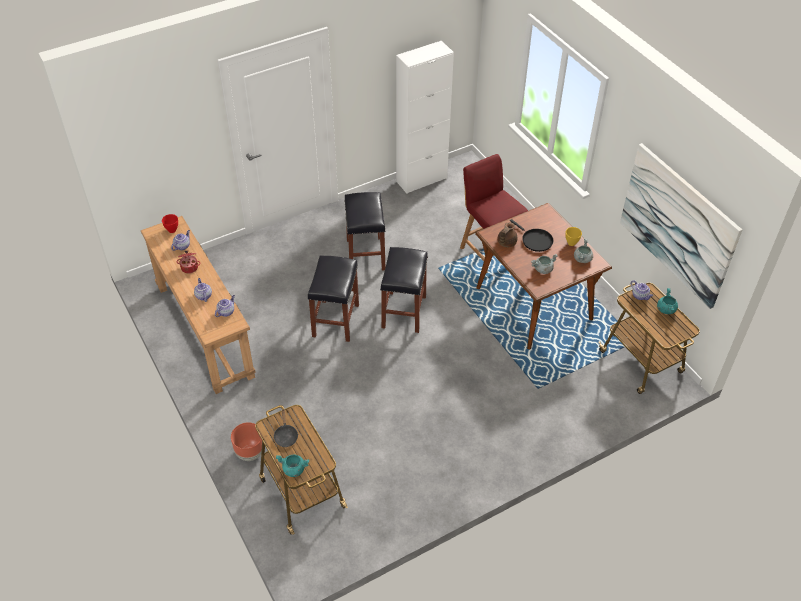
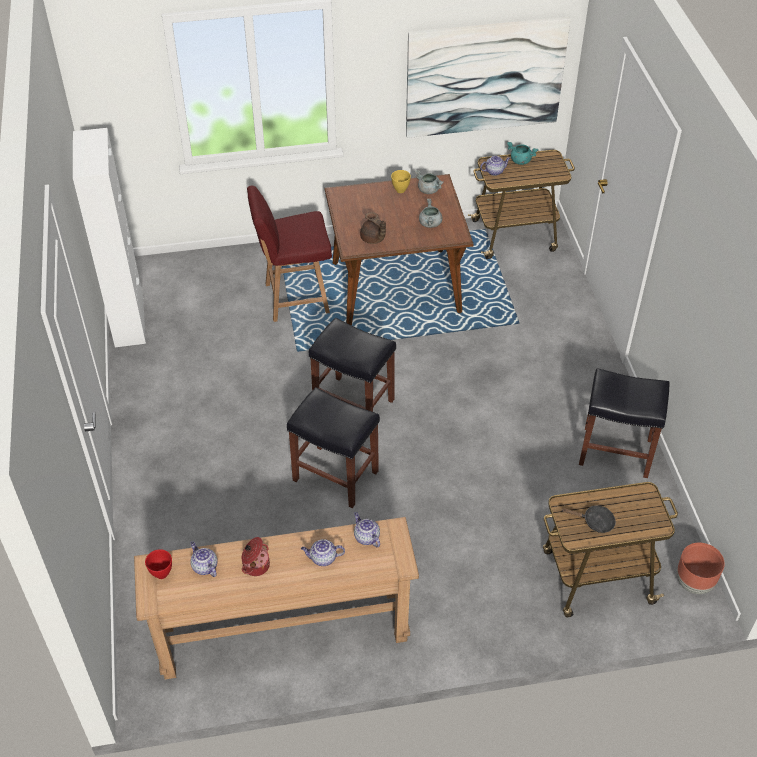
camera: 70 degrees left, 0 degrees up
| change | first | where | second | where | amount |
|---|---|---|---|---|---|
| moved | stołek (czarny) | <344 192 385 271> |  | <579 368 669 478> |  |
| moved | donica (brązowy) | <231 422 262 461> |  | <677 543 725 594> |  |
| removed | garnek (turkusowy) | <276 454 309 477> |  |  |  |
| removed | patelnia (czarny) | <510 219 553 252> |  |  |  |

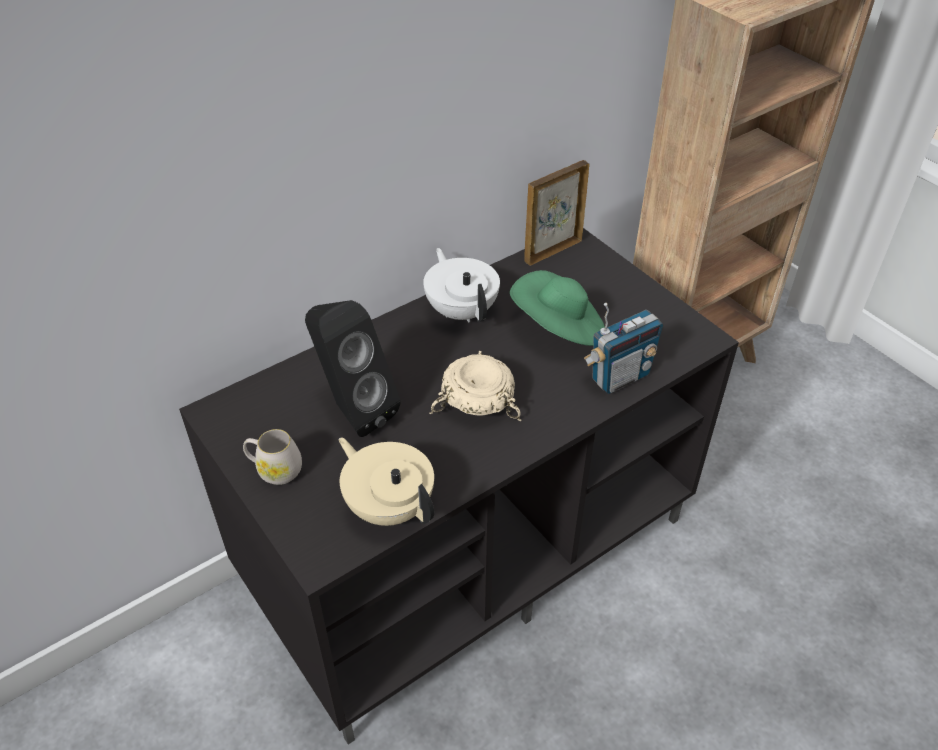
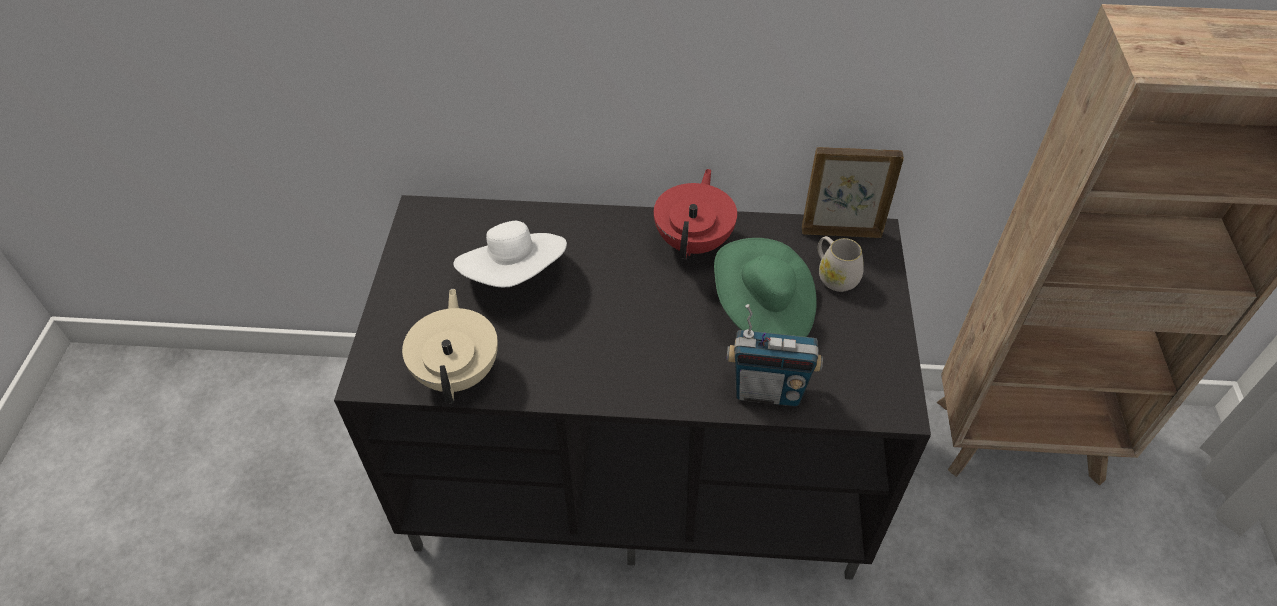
camera: 40 degrees right, 5 degrees up
| change | first | where | second | where | amount |
|---|---|---|---|---|---|
| replaced | głośnik (czarny) | <305 300 401 437> | kapelusz (biały) | <453 221 567 288> |  |
| recoloured | imbryk (biały) | <423 248 500 323> | imbryk (czerwony) | <654 169 737 260> |  |
| moved | kubek (biały) | <243 429 302 485> |  | <818 236 864 292> |  |
| removed | miska (beżowy) | <429 351 521 421> |  |  |  |

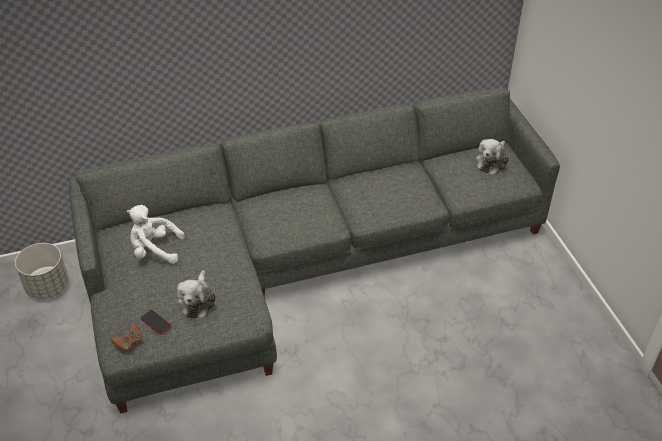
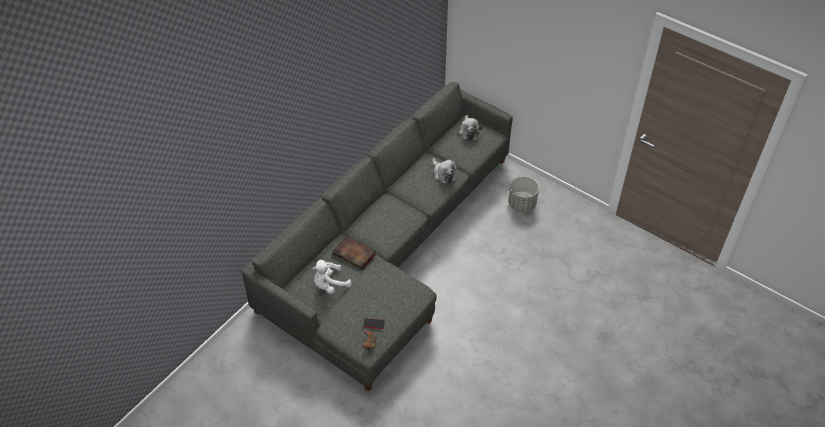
camera: 35 degrees left, 5 degrees up
| change | first | where | second | where | amount |
|---|---|---|---|---|---|
| added |  |  | książka | <332 235 376 270> |  |
| moved | pluszak | <177 270 216 318> |  | <432 158 457 184> |  |
| moved | donica (szary) | <15 243 68 299> |  | <508 176 539 213> |  |

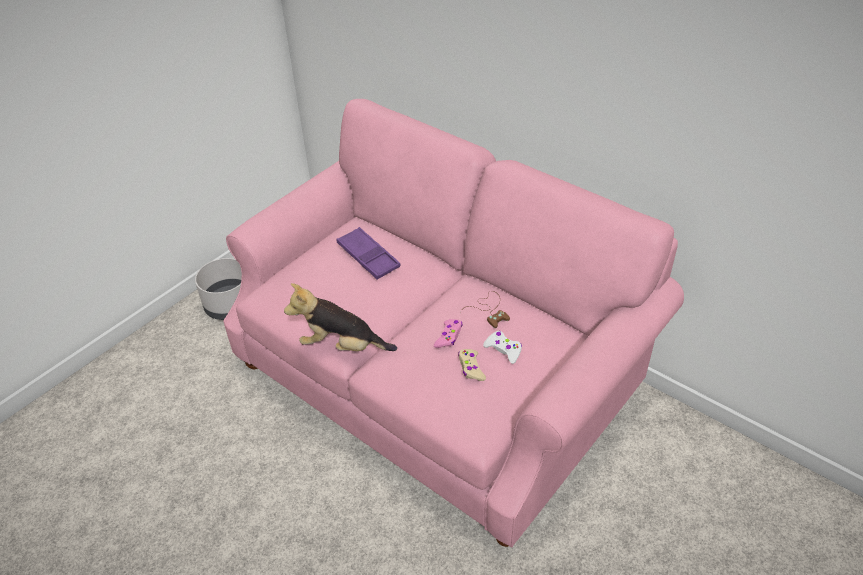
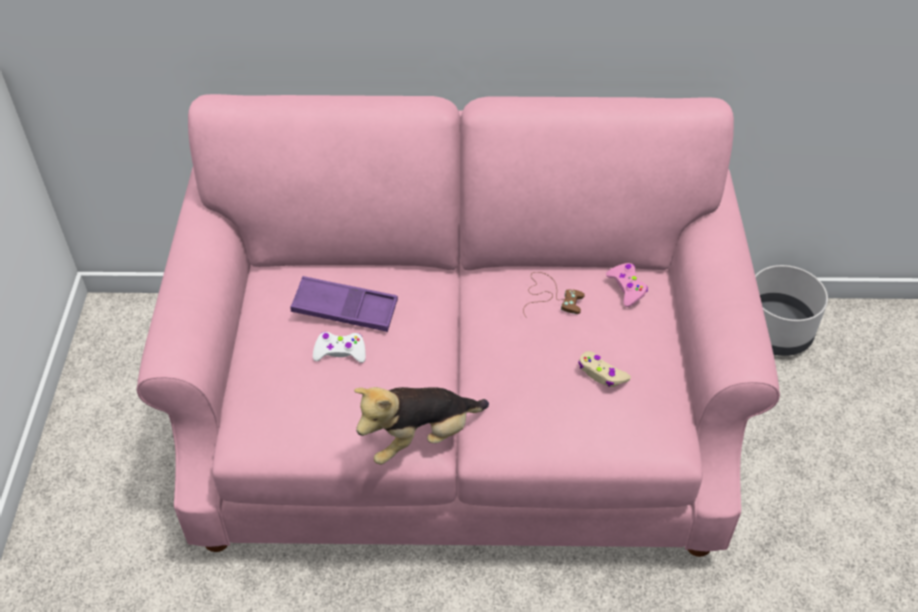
camera: 40 degrees left, 5 degrees up
| change | first | where | second | where | amount |
|---|---|---|---|---|---|
| moved | pad do gier (biały) | <483 331 522 364> |  | <313 332 366 363> |  |
| moved | pad do gier (różowy) | <434 319 463 348> |  | <606 263 648 307> |  |
| moved | donica (szary) | <195 258 242 320> |  | <755 265 828 356> |  |

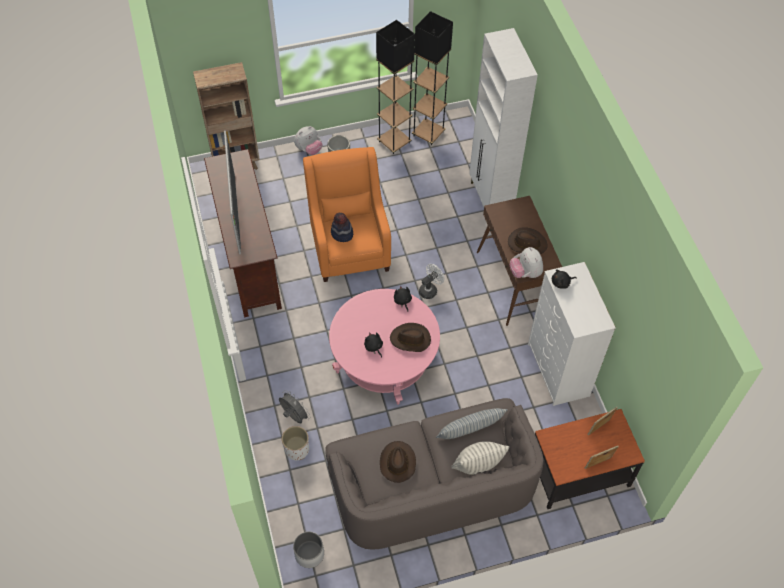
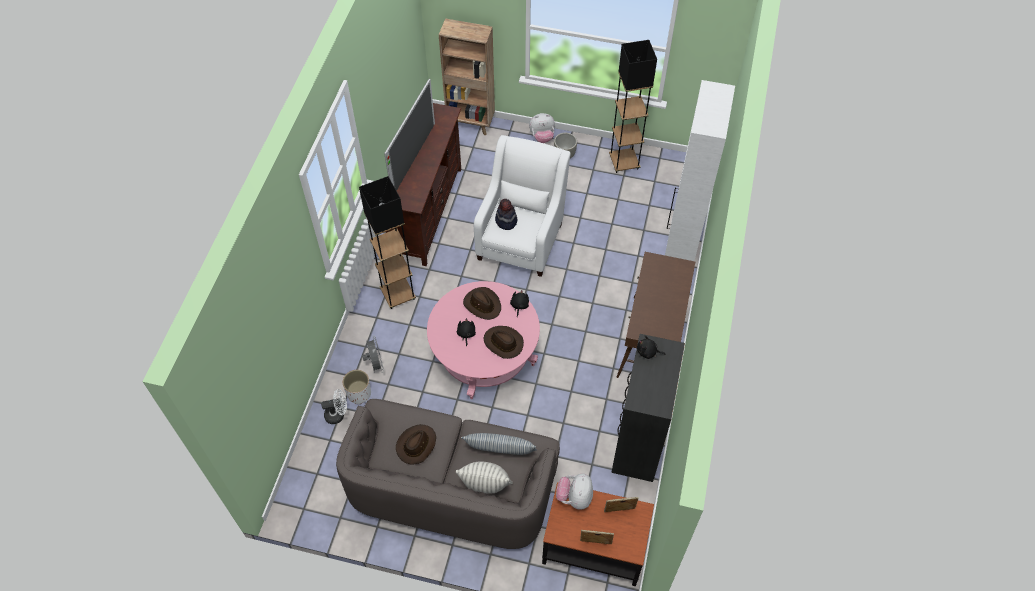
camera: 30 degrees right, 0 degrees up
| change | first | where | second | where | amount |
|---|---|---|---|---|---|
| moved | wentylator (biały) | <419 264 445 299> |  | <321 389 347 424> |  |
| moved | lampa stojąca (czarny) | <412 11 453 145> |  | <359 176 416 309> |  |
| moved | kapelusz (brązowy) | <508 227 548 254> |  | <463 287 501 320> |  |
| recoloured | fotel (pomarańczowy) | <303 147 391 282> | fotel (biały) | <474 135 570 277> |  |
| moved | pluszak | <510 247 543 278> |  | <556 474 593 510> |  |
| recoloured | komoda (biały) | <528 262 616 406> | komoda (czarny) | <611 334 685 482> |  |
| removed | donica (biały) | <293 531 324 568> |  |  |  |

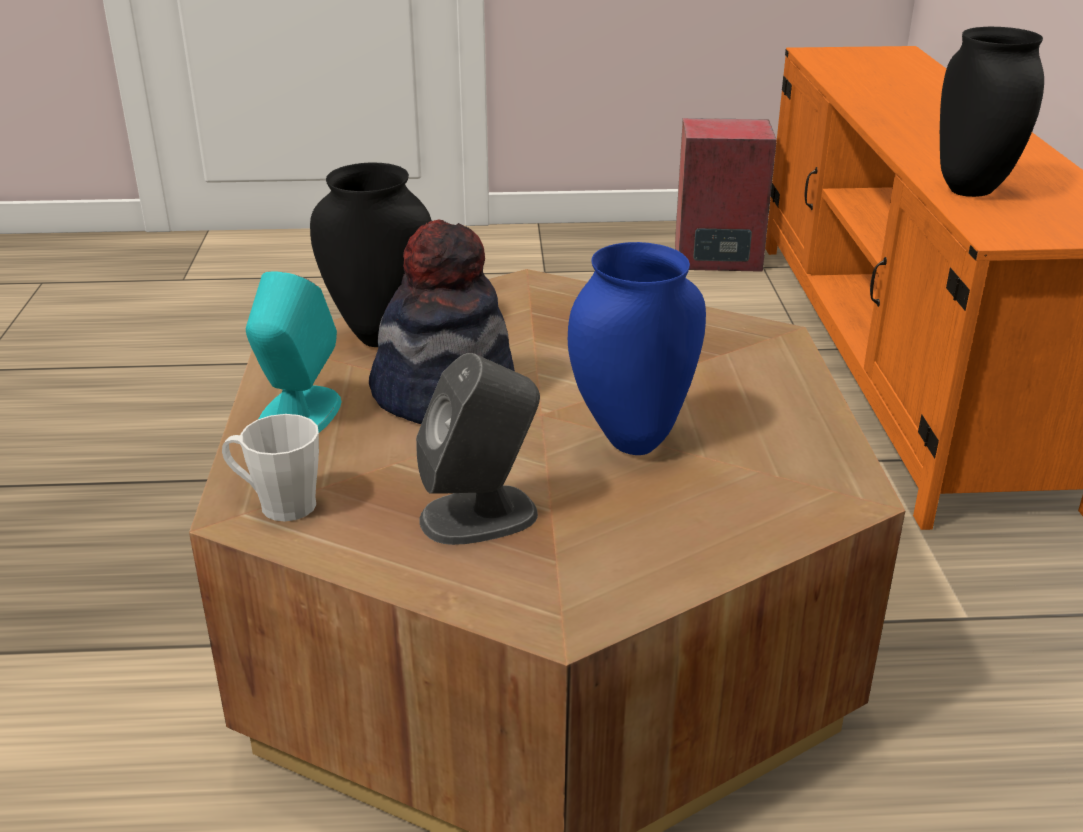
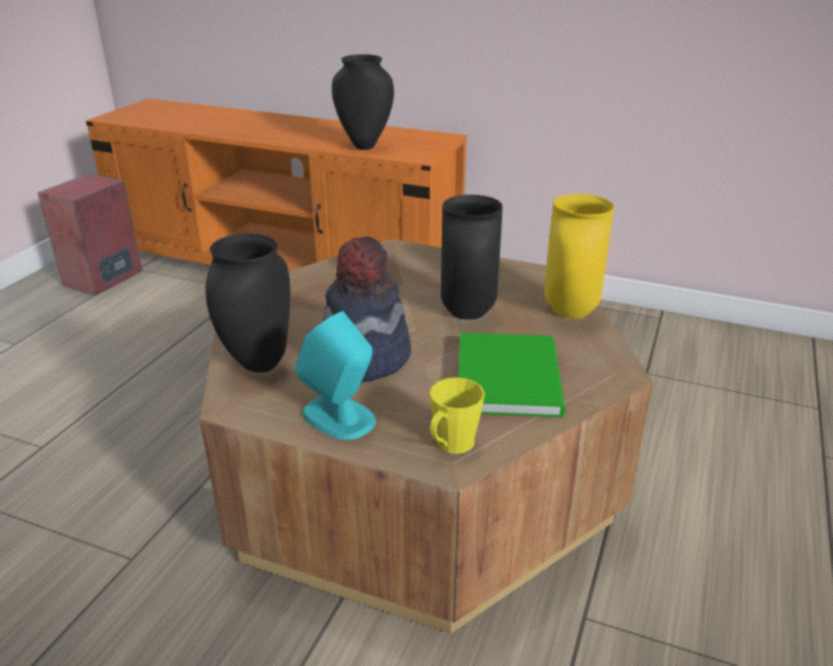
camera: 65 degrees left, 0 degrees up
| change | first | where | second | where | amount |
|---|---|---|---|---|---|
| recoloured | kubek (biały) | <222 414 319 522> | kubek (żółty) | <430 377 485 454> |  |
| recoloured | wazon (niebieski) | <568 242 706 455> | wazon (czarny) | <441 195 503 320> |  |
| replaced | głośnik (szary) | <416 353 540 545> | książka (zielony) | <459 333 565 417> |  |
| added |  |  | wazon (żółty) | <545 194 614 319> |  |

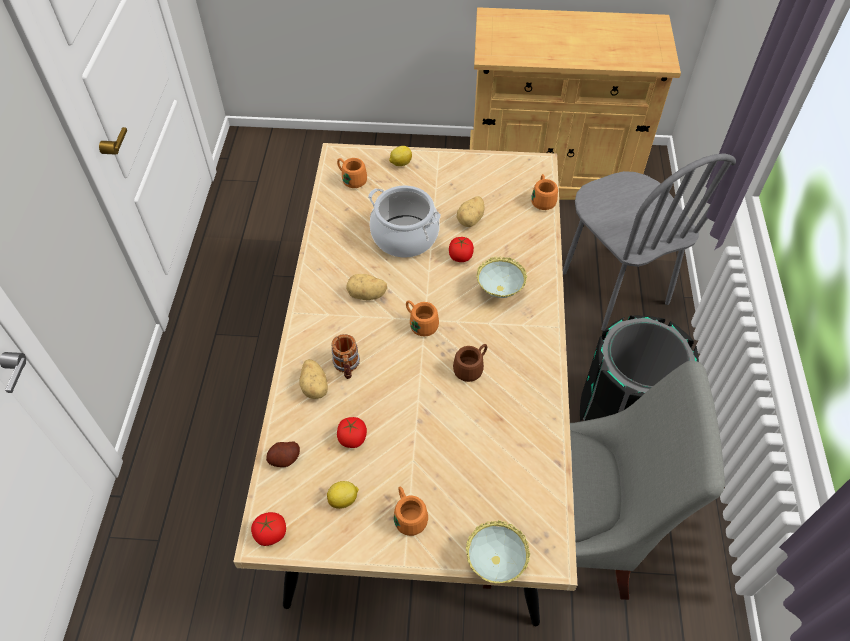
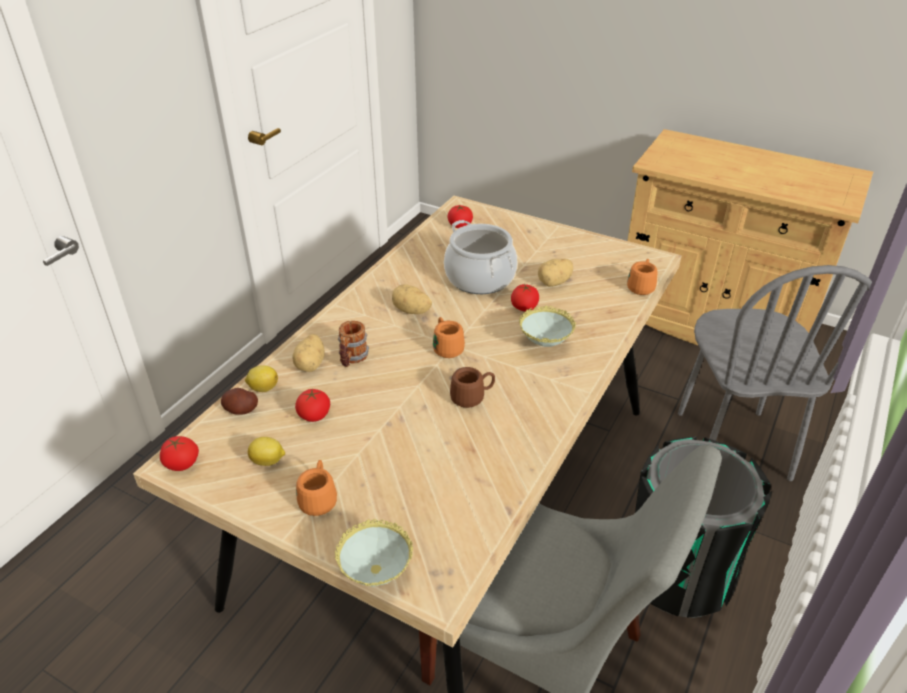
camera: 25 degrees right, 15 degrees down
| change | first | where | second | where | amount |
|---|---|---|---|---|---|
| moved | cytryna | <389 146 412 166> |  | <245 365 278 392> |  |
| replaced | kubek (pomarańczowy) | <337 158 367 188> | pomidor | <448 205 473 228> |  |

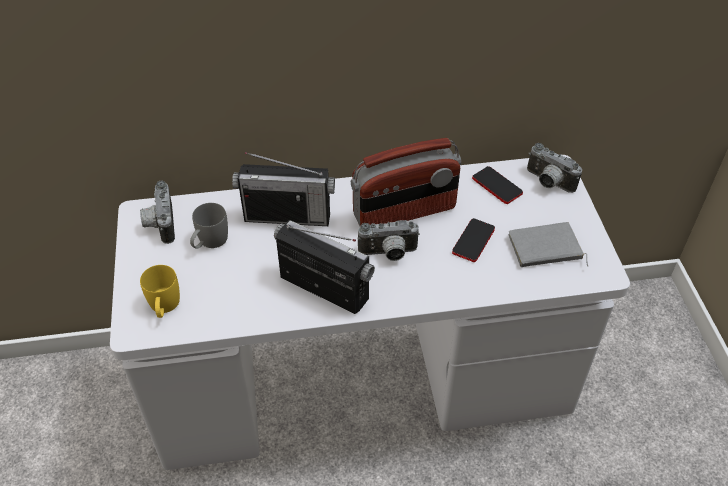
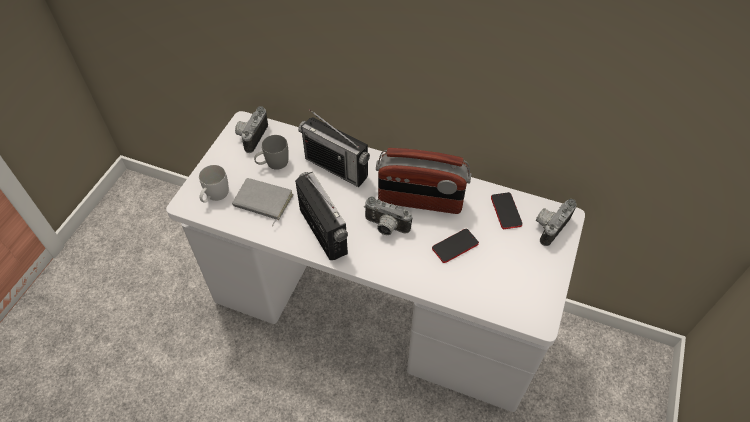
camera: 30 degrees right, 5 degrees up
| change | first | where | second | where | amount |
|---|---|---|---|---|---|
| recoloured | kubek (żółty) | <140 265 180 318> | kubek (biały) | <199 165 229 203> |  |
| moved | książka (szary) | <508 222 588 267> |  | <232 178 294 227> |  |
| turned | aparat fotograficzny | <527 143 582 193> |  | <536 199 577 246> | 60 degrees clockwise |

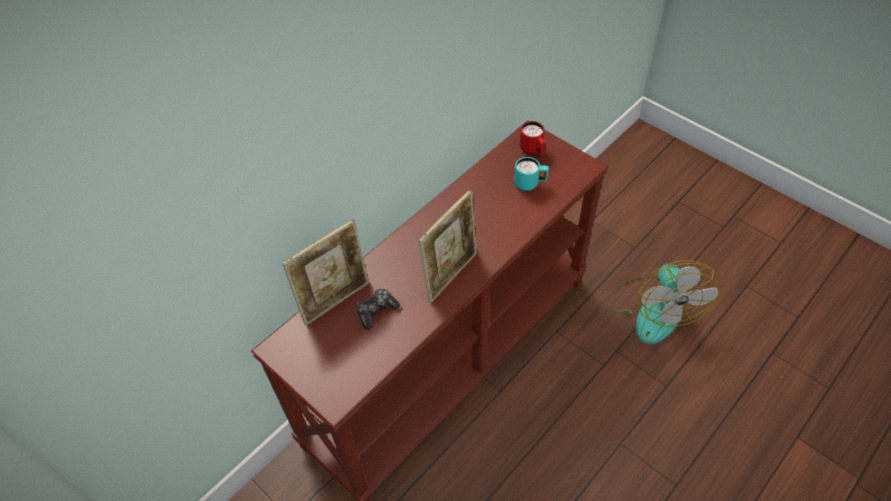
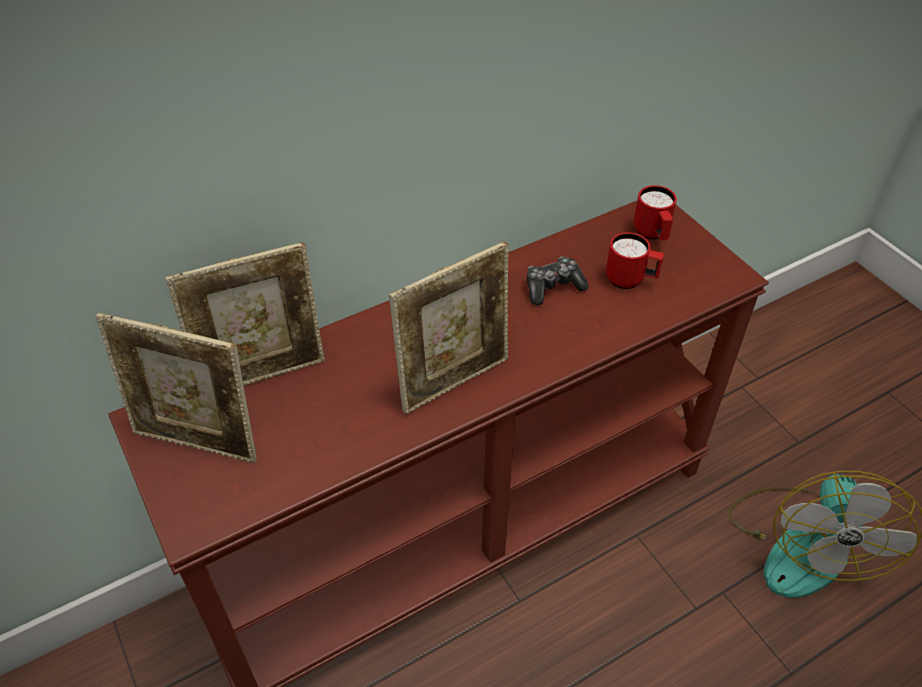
camera: 15 degrees right, 5 degrees down
| change | first | where | second | where | amount |
|---|---|---|---|---|---|
| added |  |  | ramka na zdjęcie | <96 313 257 463> |  |
| moved | pad do gier | <356 288 400 330> |  | <527 257 589 305> |  |
| recoloured | kubek (turkusowy) | <514 157 549 191> | kubek (czerwony) | <606 232 664 289> |  |

